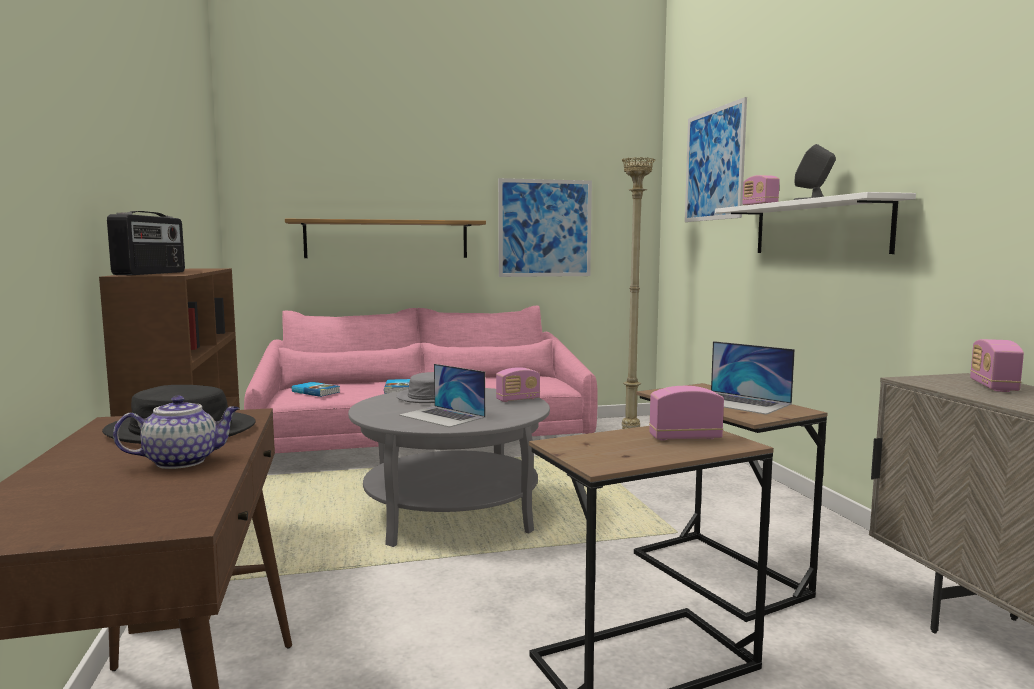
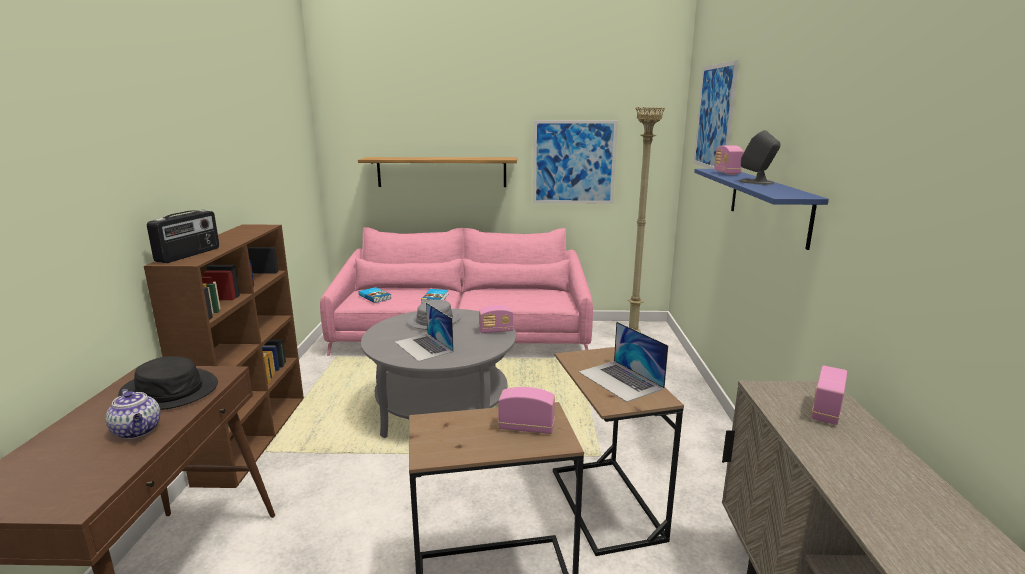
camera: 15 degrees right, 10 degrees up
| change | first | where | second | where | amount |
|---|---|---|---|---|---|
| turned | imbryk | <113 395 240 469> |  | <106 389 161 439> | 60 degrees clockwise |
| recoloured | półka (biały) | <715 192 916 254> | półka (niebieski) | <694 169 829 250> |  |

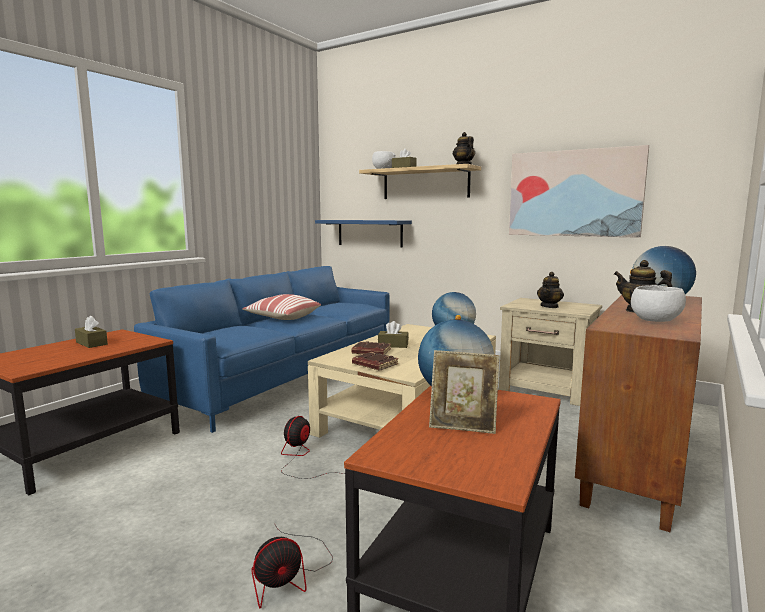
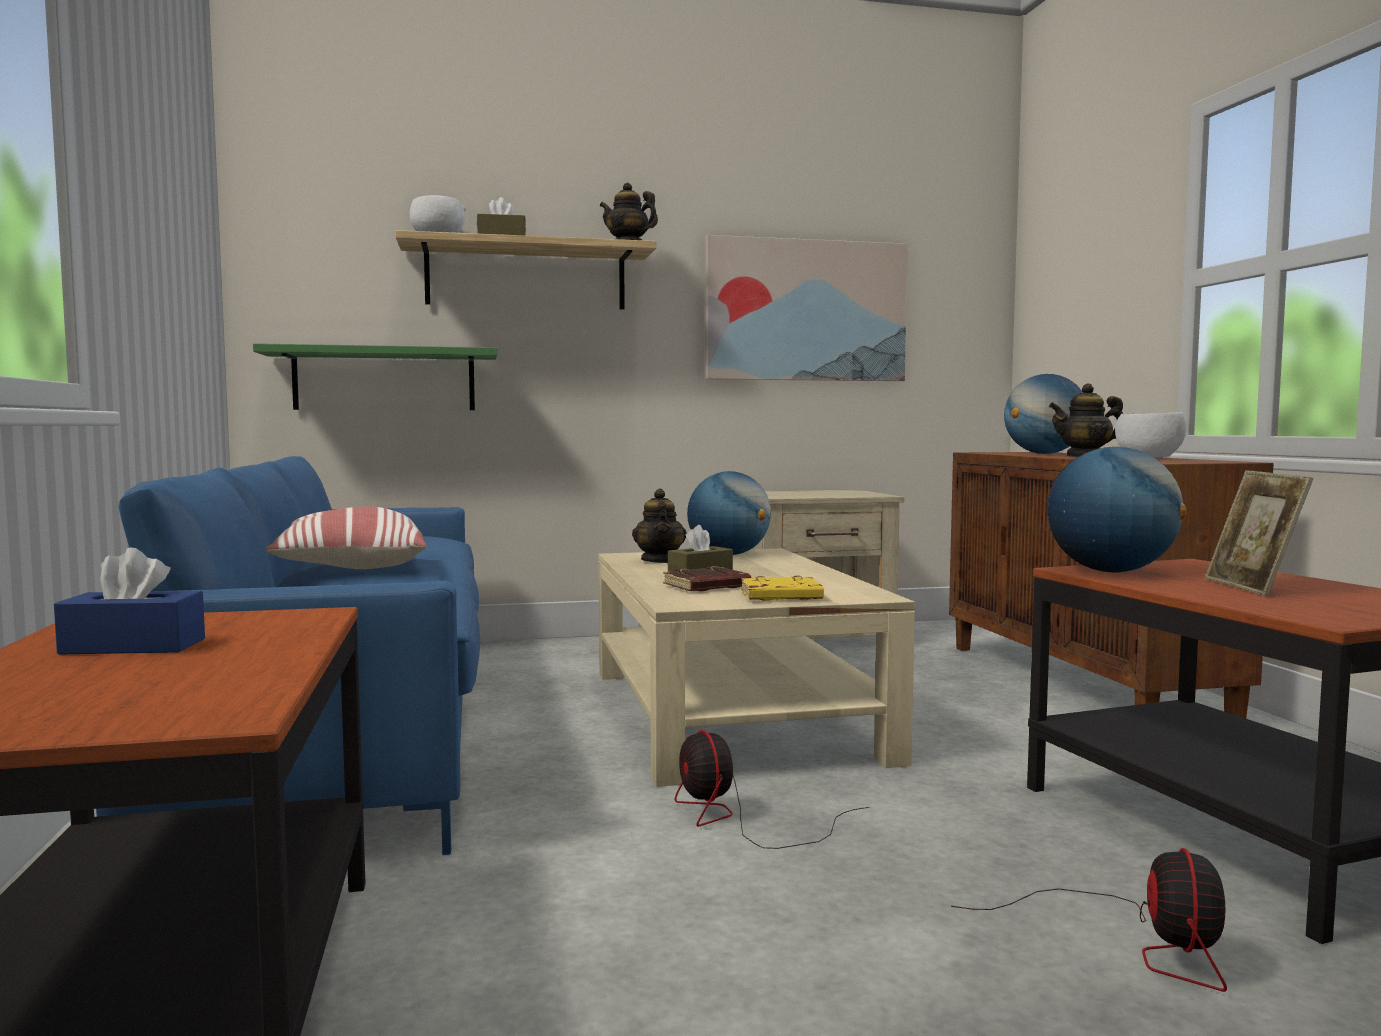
camera: 45 degrees left, 5 degrees down
| change | first | where | second | where | amount |
|---|---|---|---|---|---|
| recoloured | pudełko chusteczek (brązowy) | <75 316 108 348> | pudełko chusteczek (niebieski) | <54 547 205 655> |  |
| recoloured | półka (niebieski) | <315 220 412 248> | półka (zielony) | <253 343 497 410> |  |
| moved | imbryk | <537 272 564 308> |  | <632 489 687 563> |  |
| recoloured | książka (brązowy) | <352 352 398 371> | książka (żółty) | <741 576 824 601> |  |
| turned | ramka na zdjęcie | <429 350 500 434> |  | <1205 470 1313 596> | 120 degrees clockwise |

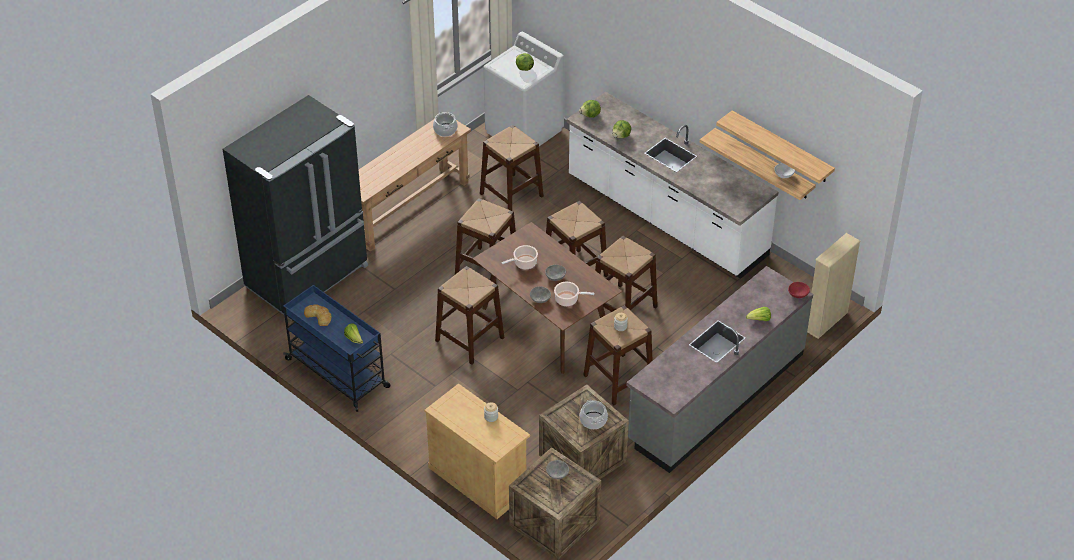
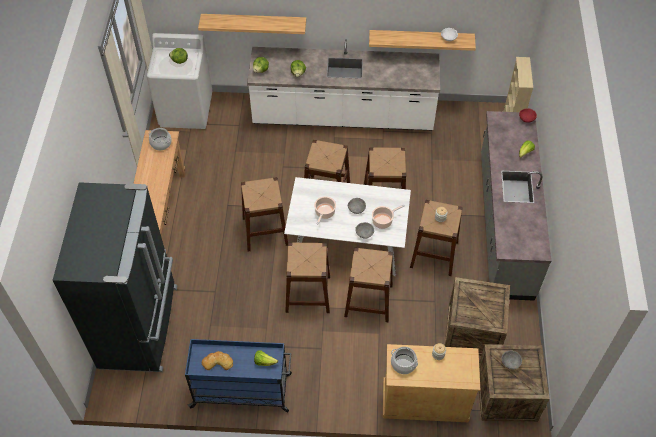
camera: 40 degrees left, 10 degrees up
| change | first | where | second | where | amount |
|---|---|---|---|---|---|
| moved | półka | <716 110 835 183> |  | <198 14 306 34> |  |
| recoloured | stół jadalny (brązowy) | <472 222 622 374> | stół jadalny (biały) | <284 177 411 276> |  |
| moved | stołek (brązowy) | <480 125 544 211> |  | <344 248 393 322> |  |
| moved | garnek | <580 399 608 429> |  | <391 347 418 374> |  |

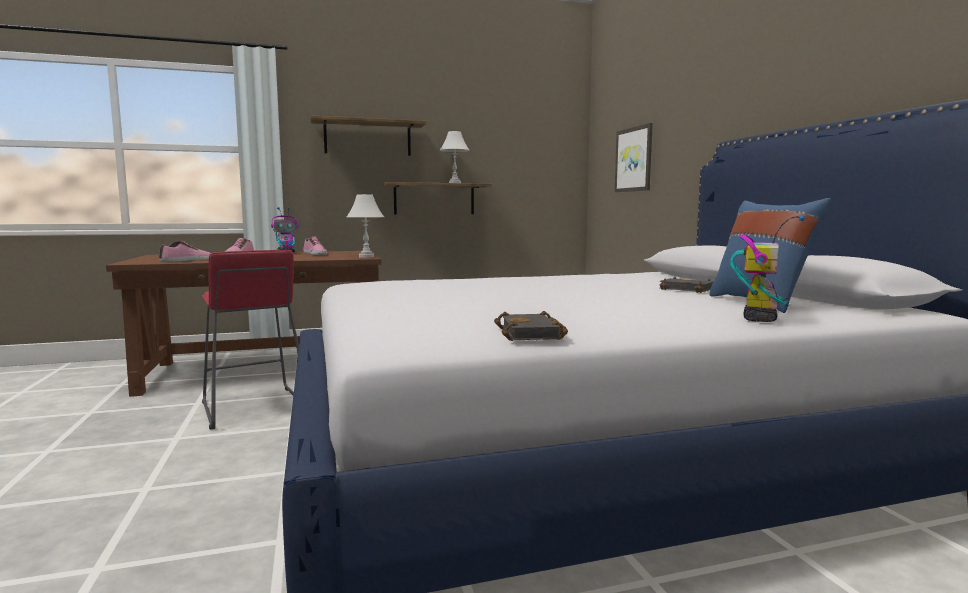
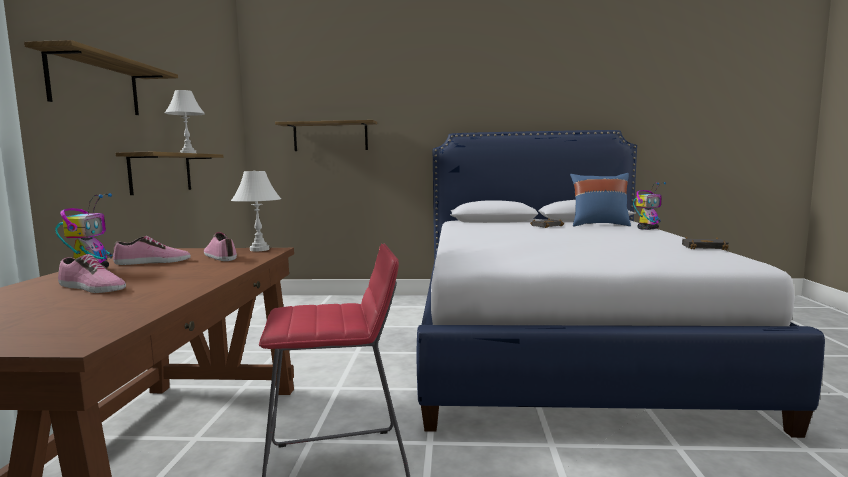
camera: 70 degrees left, 0 degrees up
| change | first | where | second | where | amount |
|---|---|---|---|---|---|
| moved | but | <159 241 211 262> |  | <204 232 237 261> |  |
| replaced | obraz | <615 123 653 192> | półka | <275 120 377 151> |  |
| turned | robot zabawkowy | <730 216 805 322> |  | <633 182 666 230> | 105 degrees clockwise |

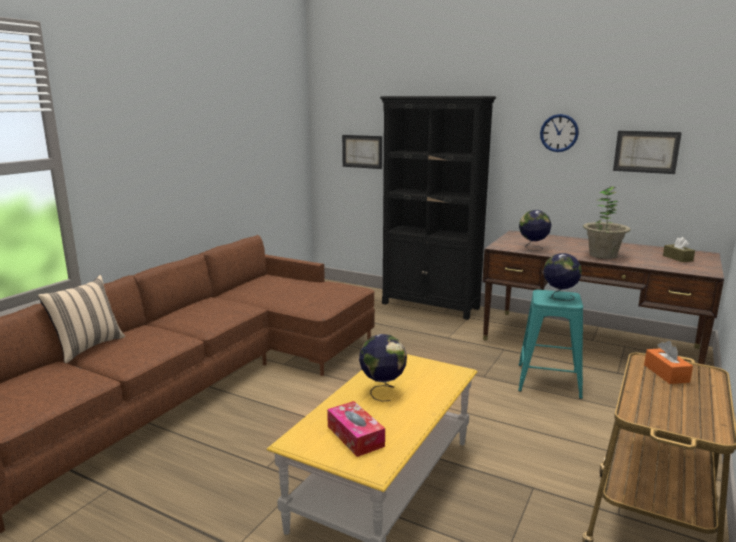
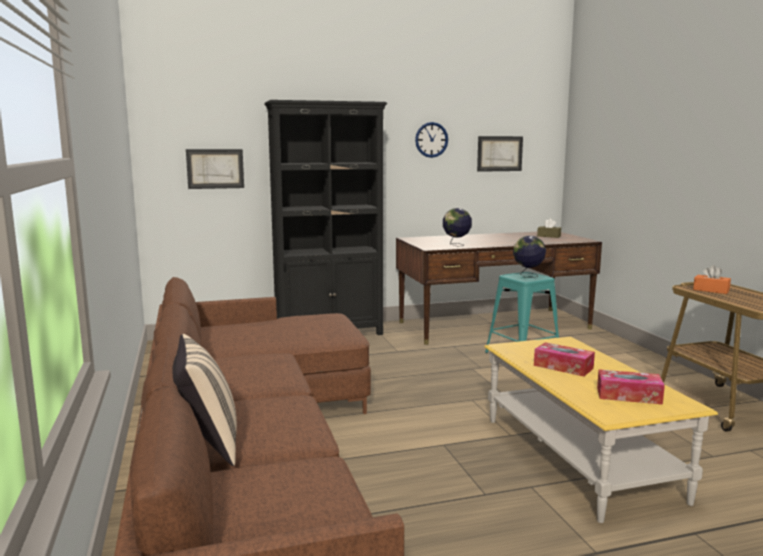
camera: 45 degrees left, 5 degrees down
| change | first | where | second | where | amount |
|---|---|---|---|---|---|
| replaced | globus | <359 334 407 401> | pudełko chusteczek | <534 342 595 377> |  |
| removed | roślina doniczkowa | <583 186 631 259> |  |  |  |

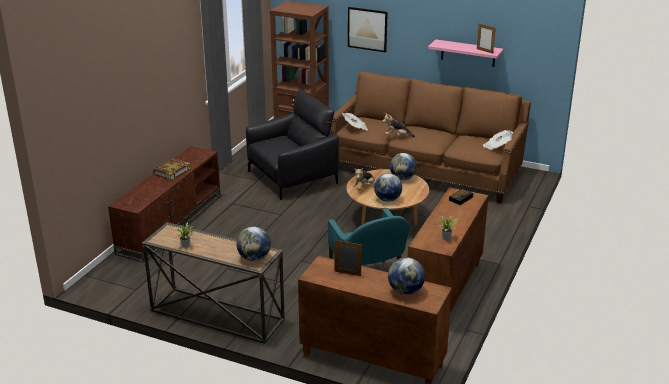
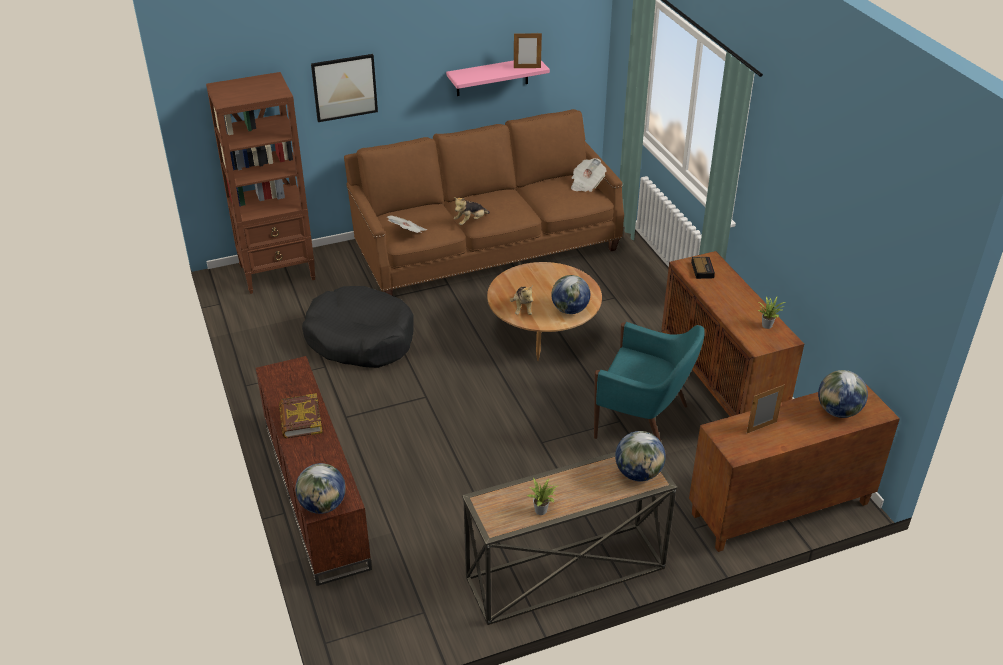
camera: 45 degrees left, 10 degrees up
| change | first | where | second | where | amount |
|---|---|---|---|---|---|
| moved | globus | <390 153 417 180> |  | <295 463 346 514> |  |
| replaced | fotel (czarny) | <246 89 339 200> | legowisko (czarny) | <302 286 414 368> |  |

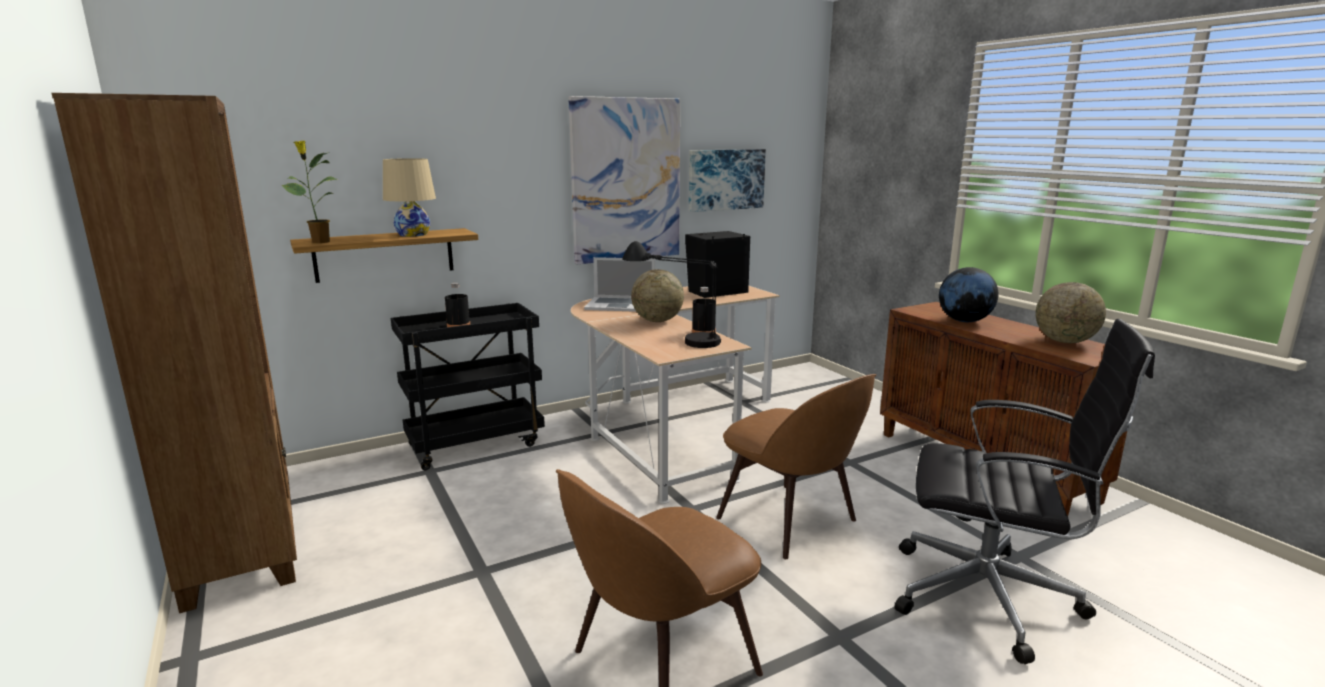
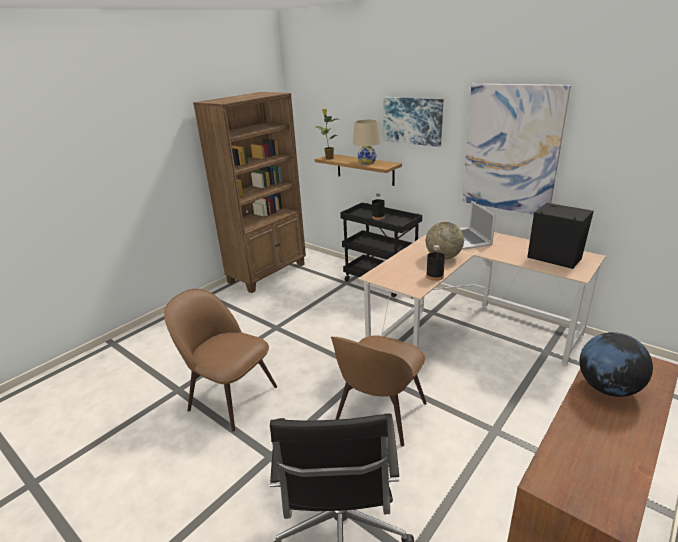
camera: 70 degrees right, 10 degrees up
| change | first | where | second | where | amount |
|---|---|---|---|---|---|
| moved | obraz | <689 149 766 212> |  | <383 97 444 147> |  |
| removed | lampa stołowa (czarny) | <622 241 721 348> |  |  |  |
| removed | globus | <1035 282 1106 343> |  |  |  |

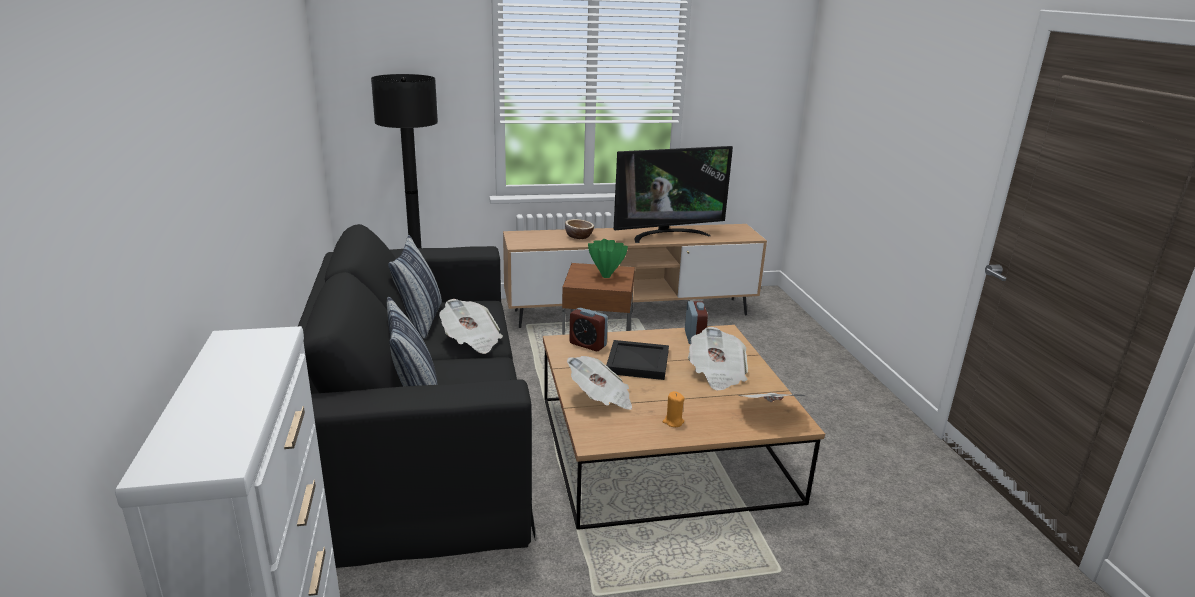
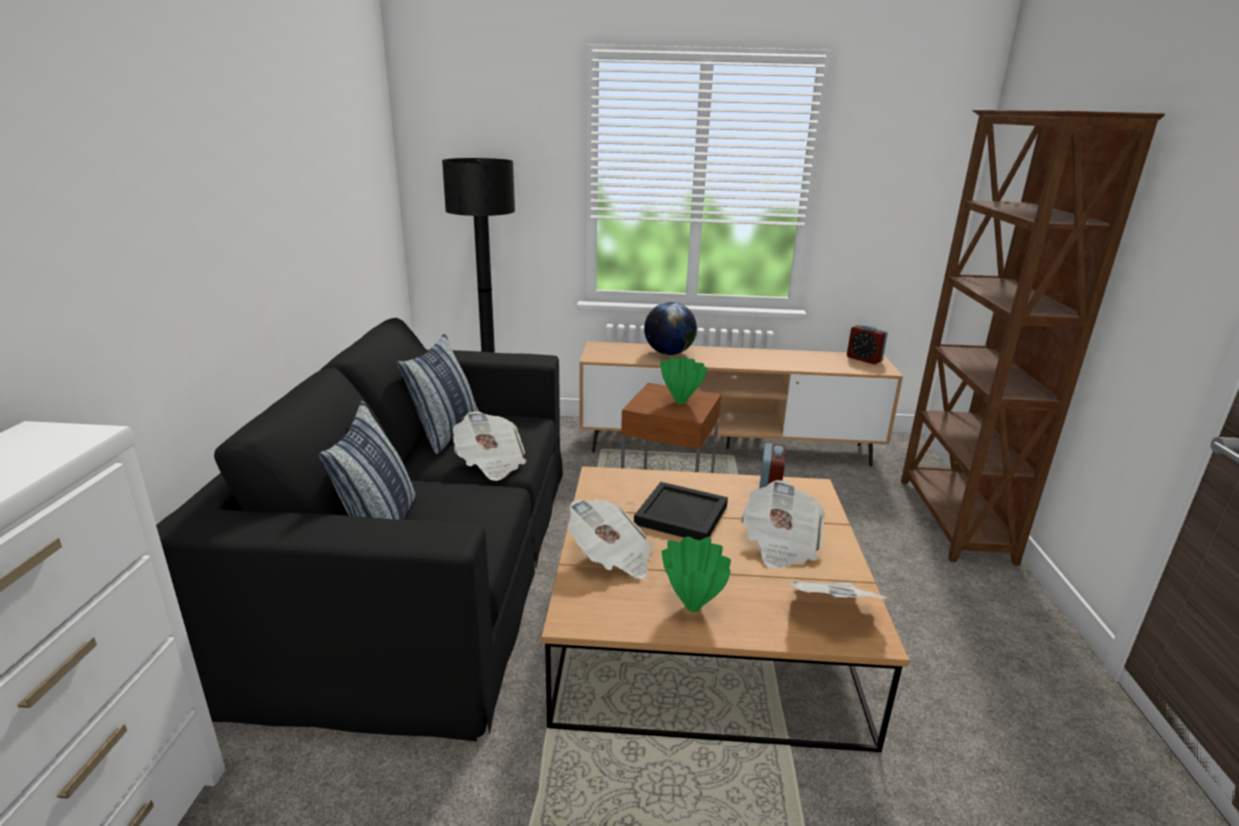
camera: 15 degrees right, 0 degrees up
| change | first | where | second | where | amount |
|---|---|---|---|---|---|
| replaced | miska | <565 219 594 239> | globus | <644 302 697 355> |  |
| replaced | świeca (pomarańczowy) | <663 391 685 427> | wazon (zielony) | <662 537 731 612> |  |
| moved | budzik | <569 308 608 351> |  | <847 324 888 364> |  |
| added |  |  | regał (brązowy) | <901 110 1165 566> |  |
| removed | telewizor | <614 146 733 243> |  |  |  |

